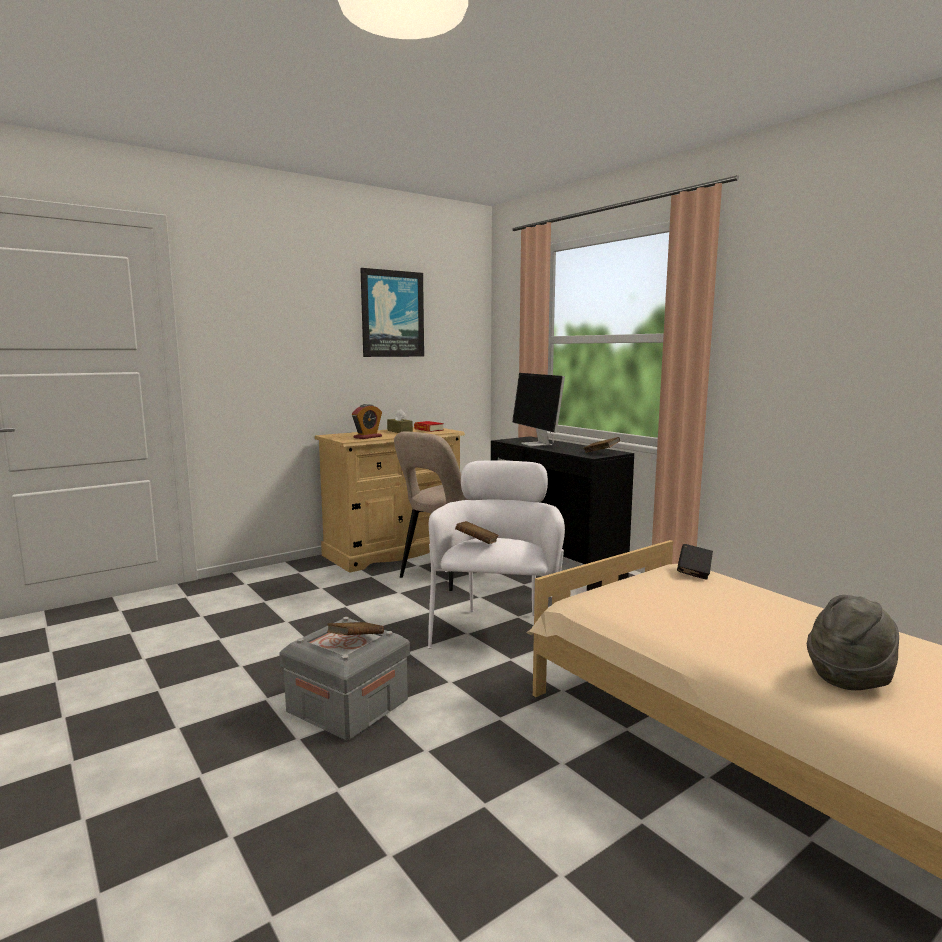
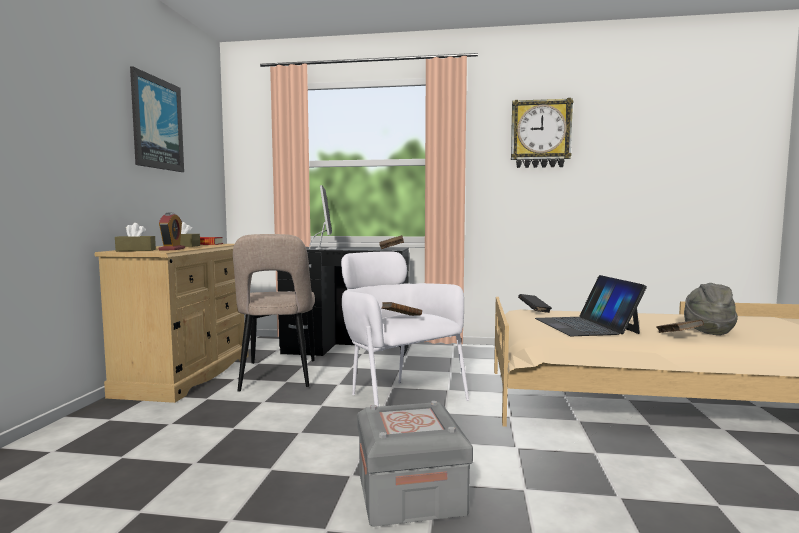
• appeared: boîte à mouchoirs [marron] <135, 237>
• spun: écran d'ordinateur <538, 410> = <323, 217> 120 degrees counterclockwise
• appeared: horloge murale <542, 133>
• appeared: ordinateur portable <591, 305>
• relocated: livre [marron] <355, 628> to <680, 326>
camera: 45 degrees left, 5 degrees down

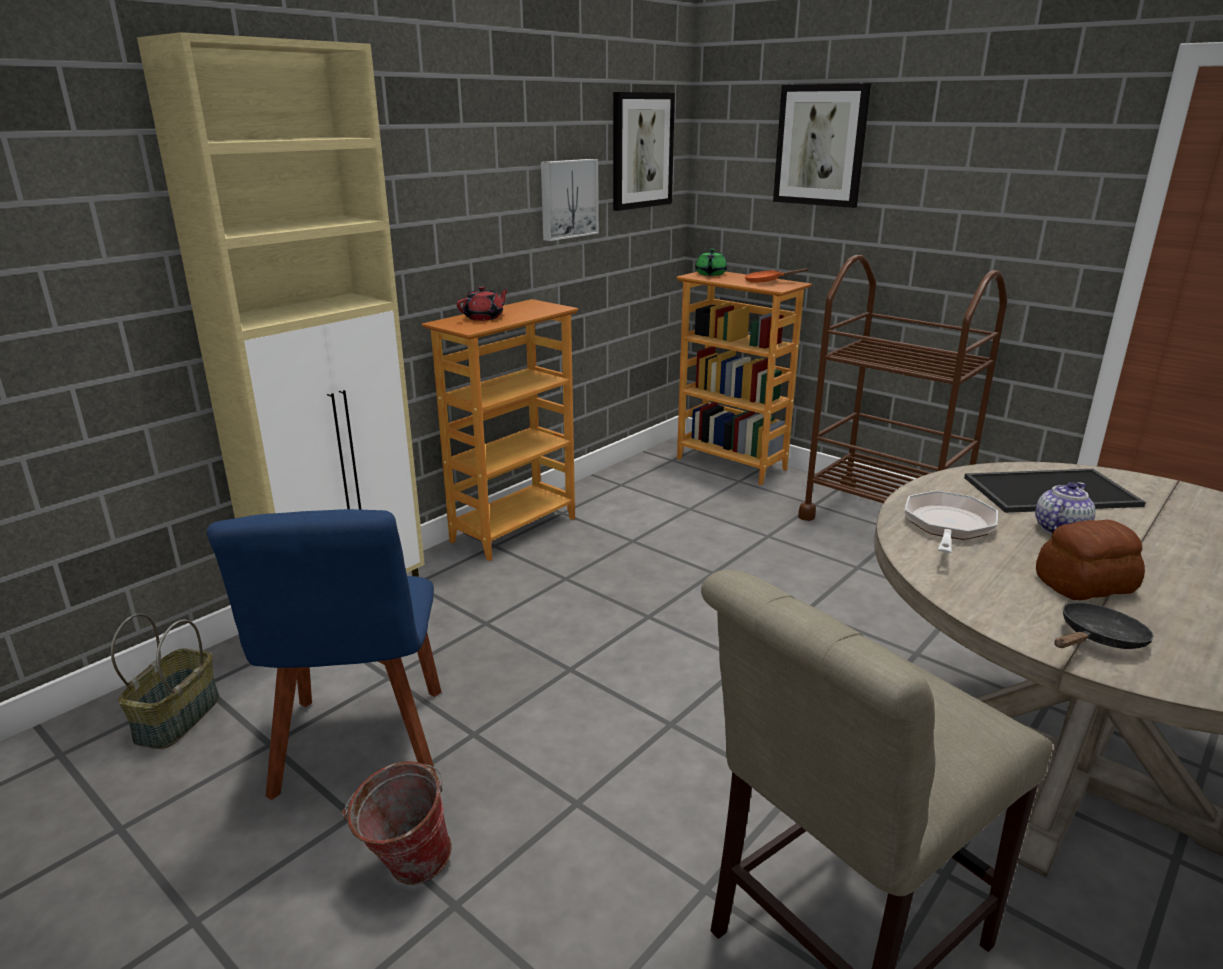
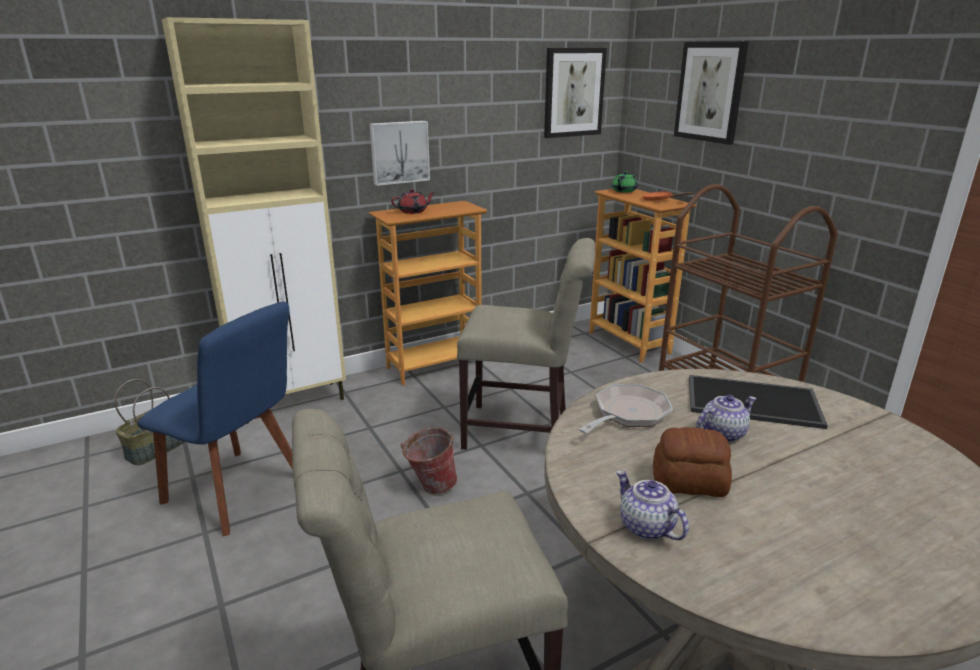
• spun: chaise [bleu] <324, 654> = <215, 418> 75 degrees counterclockwise
• relocated: tableau <570, 200> to <400, 153>
• relocated: seau <397, 823> to <429, 461>
• appeared: chaise [beige] <526, 344>
• exchanged: poêle [noir] <1104, 626> to théière <652, 505>
camera: 20 degrees right, 0 degrees up

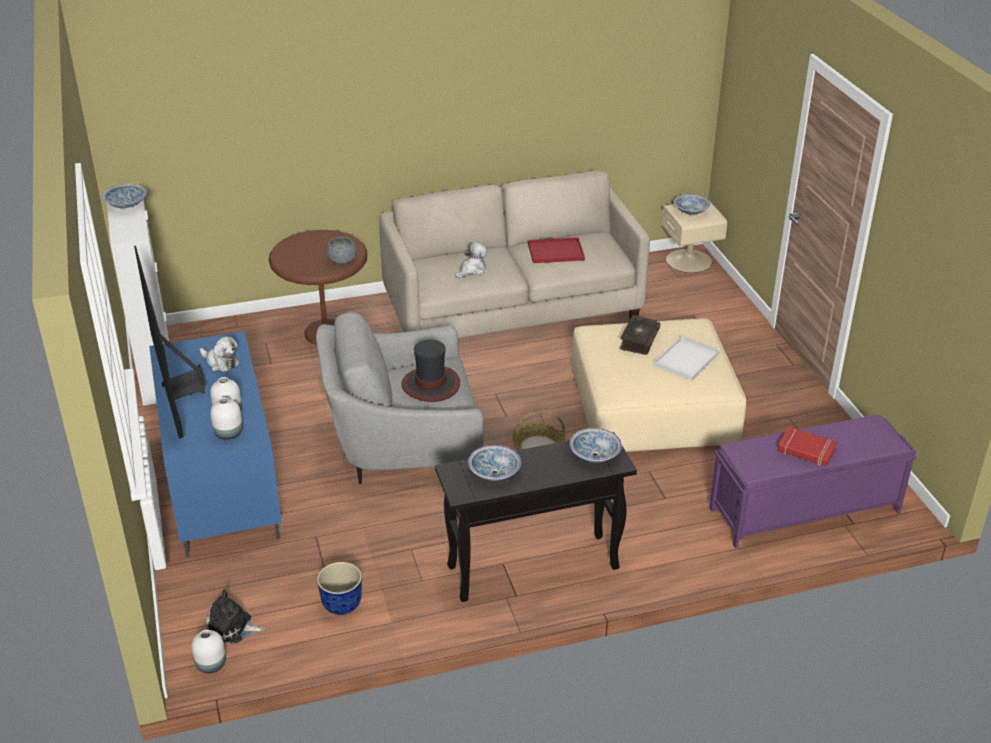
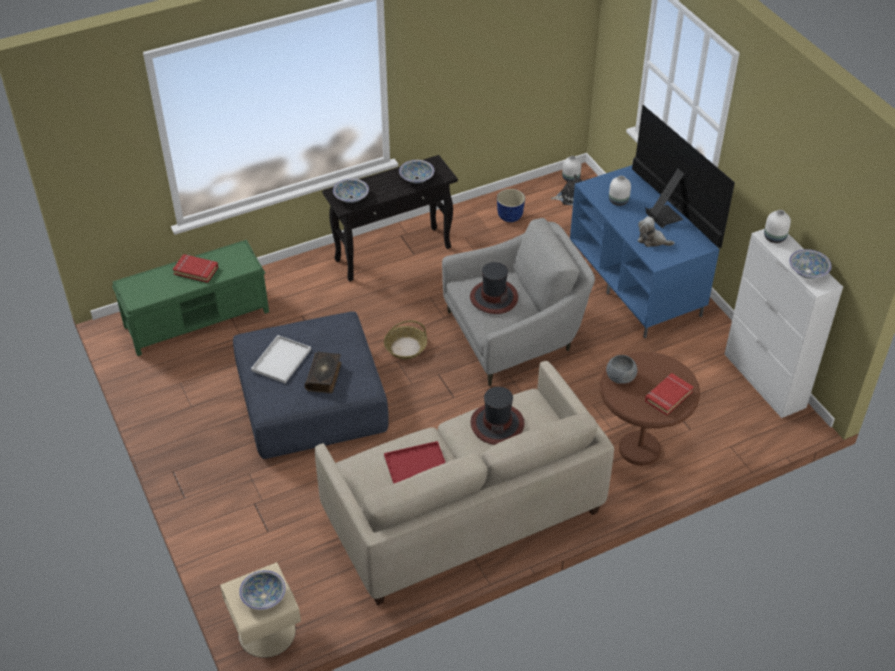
• colour: banc [violet] <813, 481> to banc [vert] <190, 298>
• colour: pouf [beige] <659, 385> to pouf [bleu] <311, 385>
• exchanged: peluche <471, 260> to chapeau <497, 416>
• appeared: livre [rouge] <669, 394>
• relocated: vase [blanc] <226, 418> to <777, 226>
camera: 170 degrees right, 10 degrees up

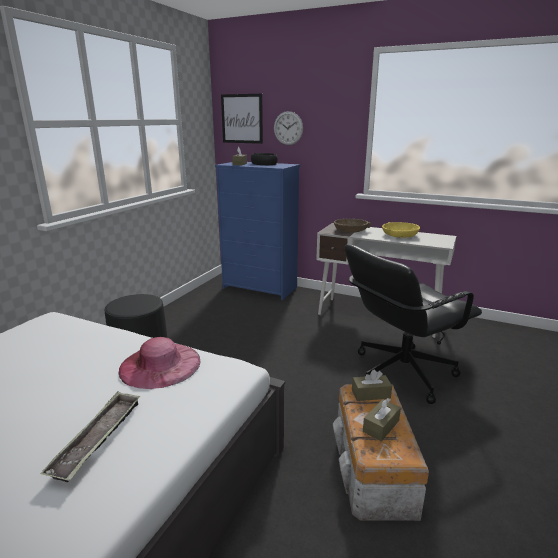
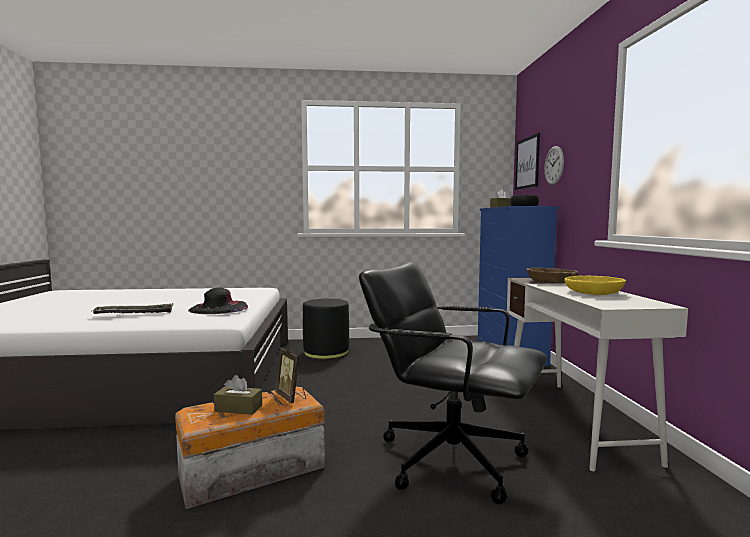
• colour: chapeau [rose] <159, 363> to chapeau [noir] <218, 301>
• exchanged: boîte à mouchoirs [marron] <372, 385> to cadre photo <290, 375>
camera: 60 degrees right, 15 degrees down

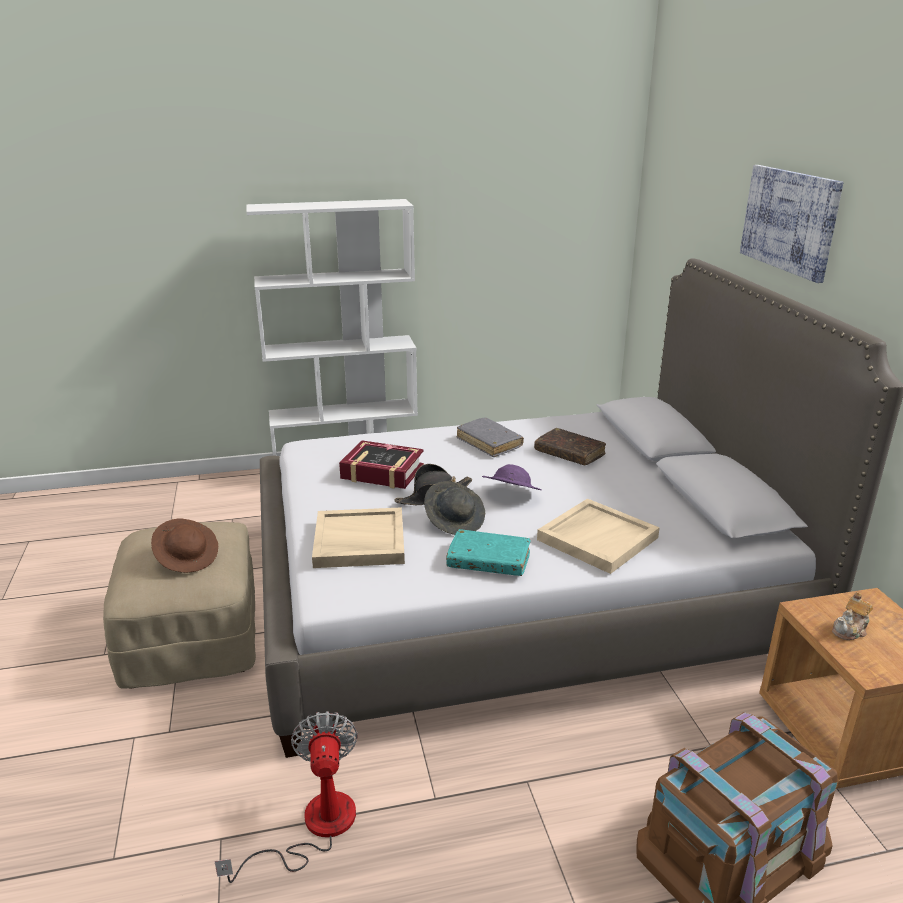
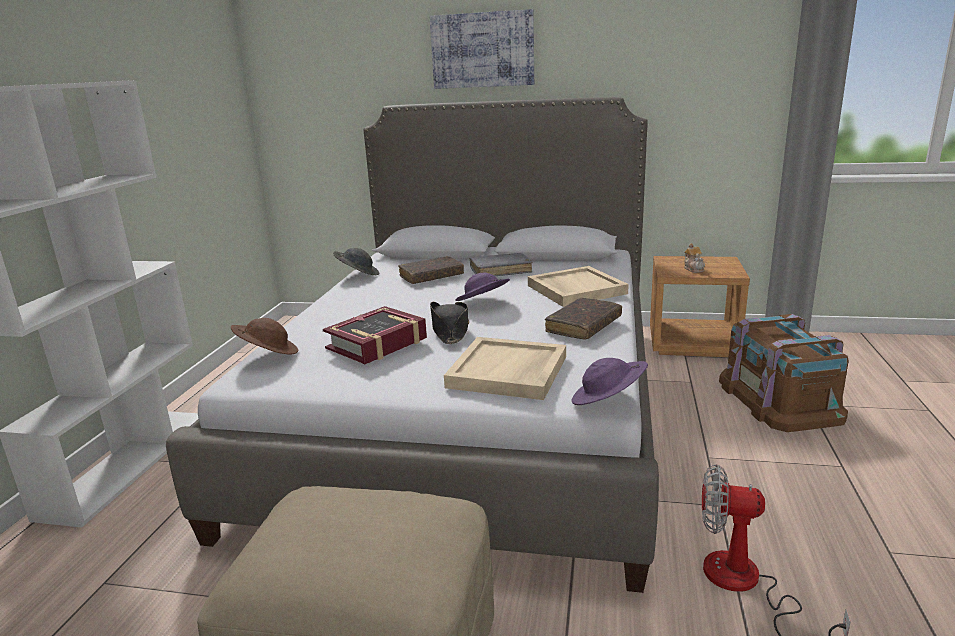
• relocated: chapeau [marron] <184, 546> to <265, 336>
• relocated: chapeau [gris] <454, 508> to <356, 261>
• relocated: livre [gris] <490, 437> to <500, 264>
• colour: livre [turquoise] <488, 552> to livre [marron] <583, 318>
• appeared: chapeau [violet] <609, 381>
camera: 65 degrees left, 5 degrees down

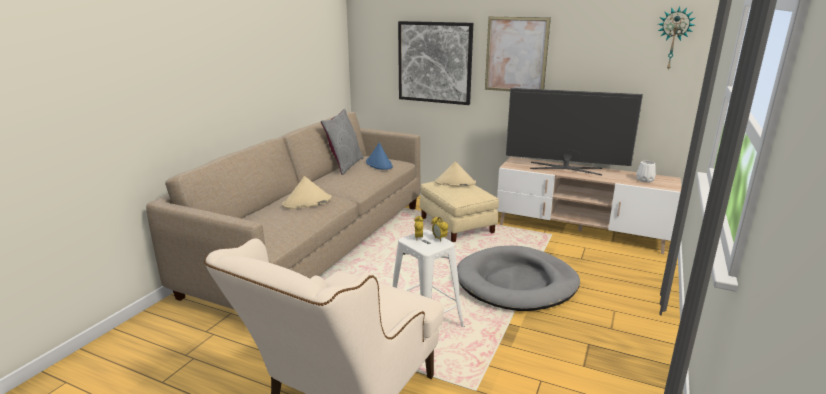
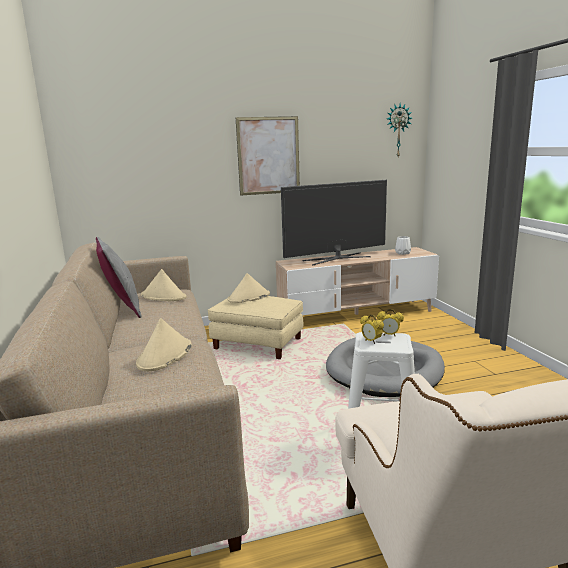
• colour: chapeau [bleu] <379, 156> to chapeau [beige] <164, 285>
• missing: tableau <435, 63>
camera: 40 degrees left, 5 degrees down

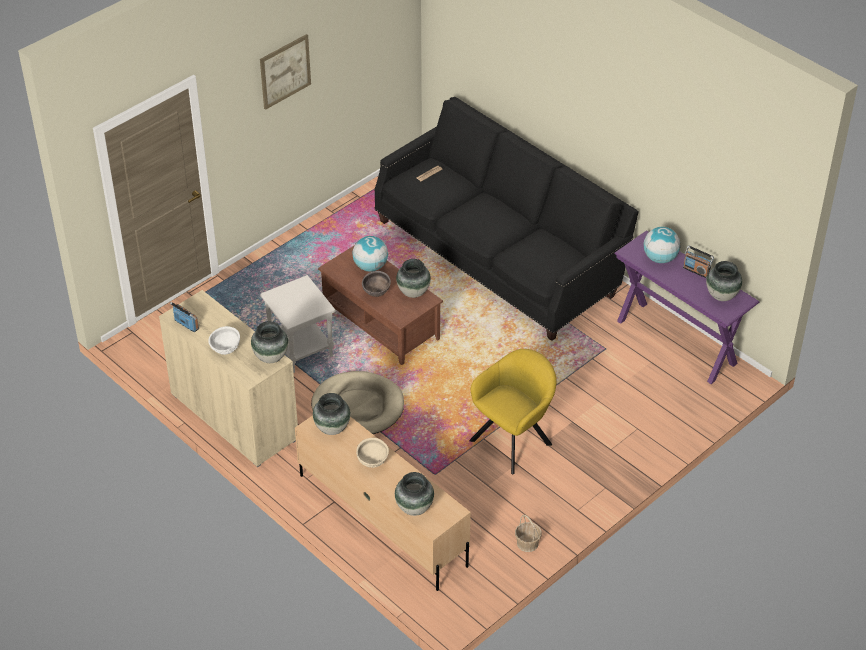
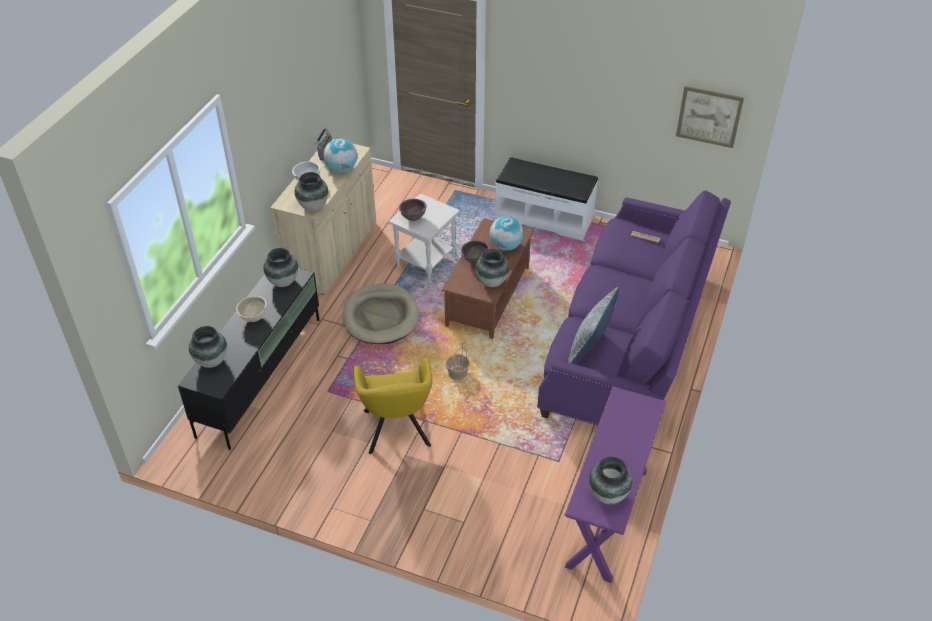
• colour: meuble télé [beige] <383, 503> to meuble télé [noir] <248, 359>
• relocated: globe <662, 245> to <340, 155>
• spun: fauteuil [jaune] <512, 411> = <392, 406> 60 degrees clockwise
• appeared: bol [marron] <413, 210>
• relocated: panier <528, 533> to <458, 363>
• appeared: banc [blanc] <546, 199>
• colour: canapé [noir] <507, 219> to canapé [violet] <634, 308>
• appeared: coussin <593, 325>
• relocated: tableau <285, 72> to <710, 117>
• missing: radio <698, 262>
camera: 65 degrees right, 0 degrees up

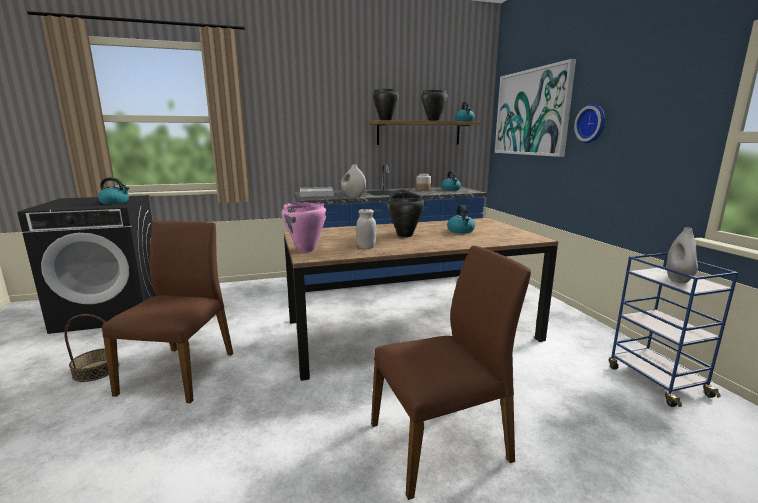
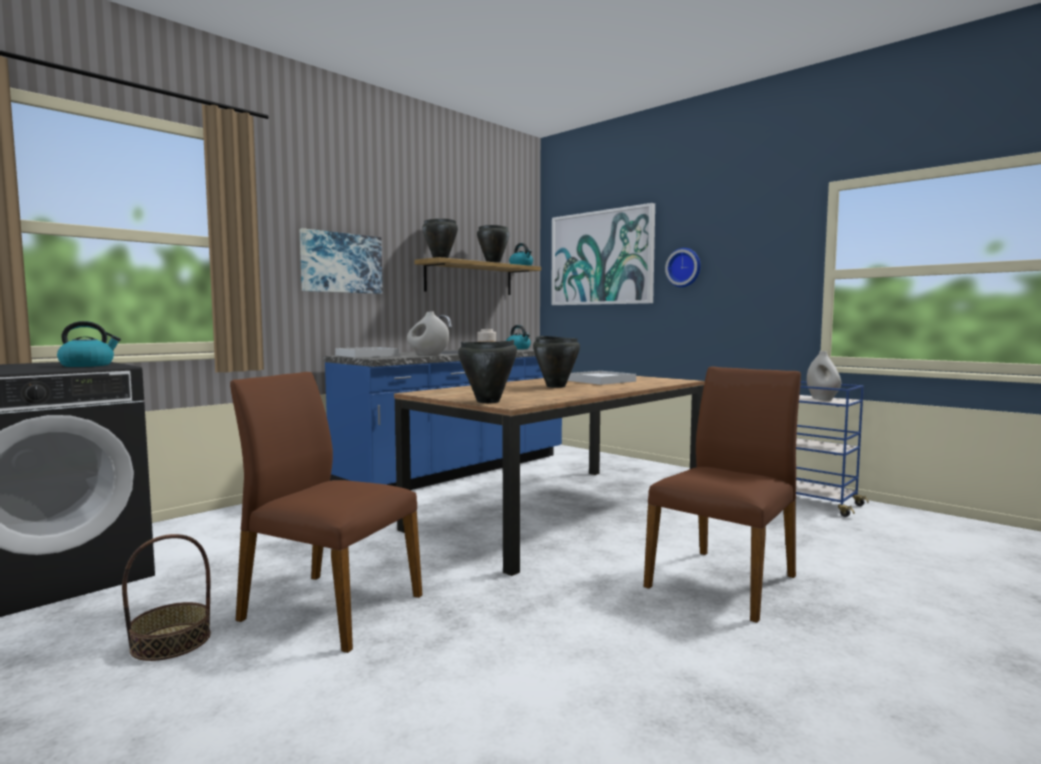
• spun: chaise [marron] <167, 312> = <326, 512> 45 degrees counterclockwise
• appeared: tableau <341, 261>
• colour: marmite [rose] <304, 227> to marmite [noir] <487, 371>
• exchanged: bouilloire <461, 219> to plateau [blanc] <602, 378>
• missing: bocal [blanc] <366, 229>
camera: 30 degrees left, 10 degrees down

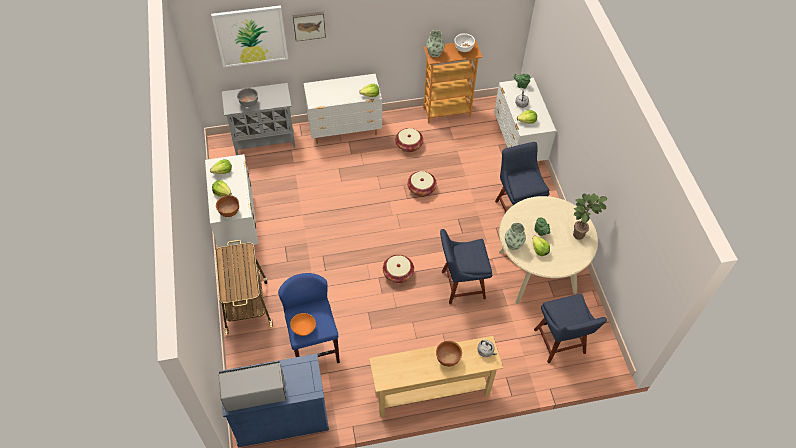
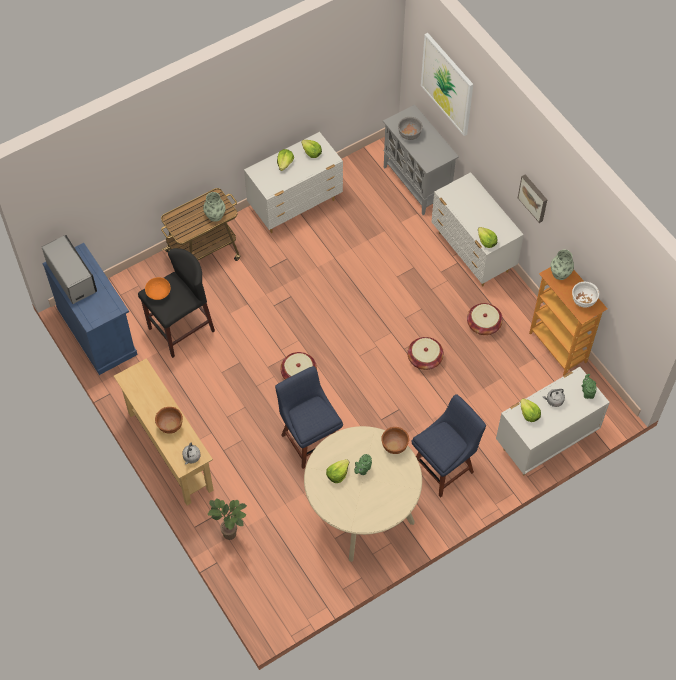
• colour: tabouret [bleu] <309, 318> to tabouret [noir] <176, 303>
• relocated: vase <515, 236> to <214, 207>
• relocated: plante en pot <590, 216> to <227, 519>
• relocated: bol [marron] <227, 206> to <395, 440>
• relocated: tableau <309, 26> to <532, 199>
• missing: chaise [bleu] <570, 328>
camera: 70 degrees right, 5 degrees up

